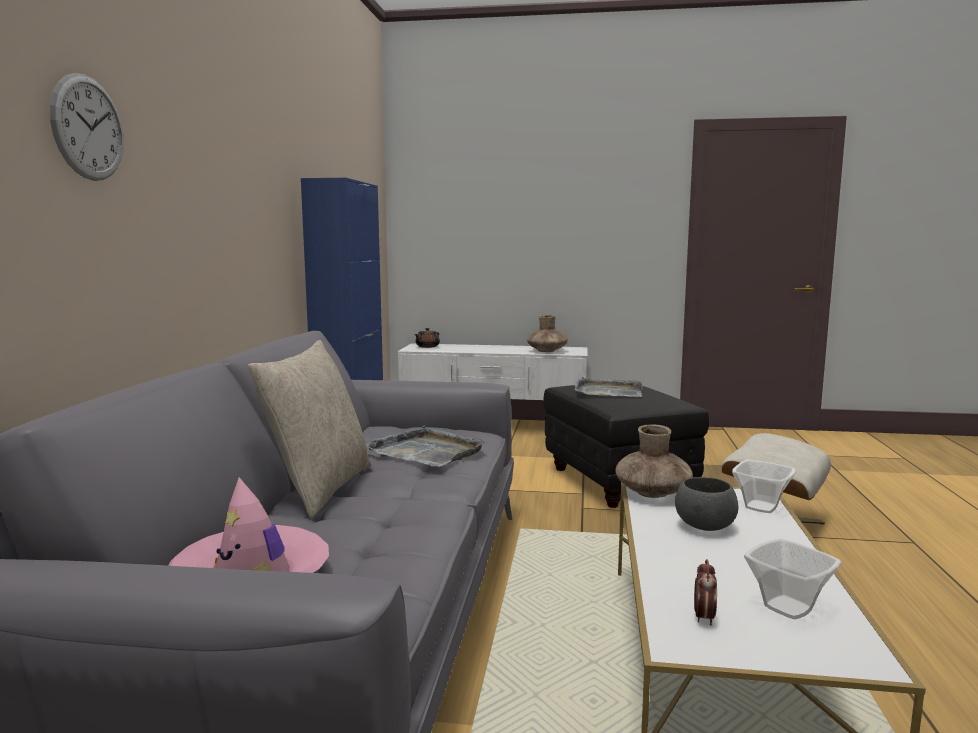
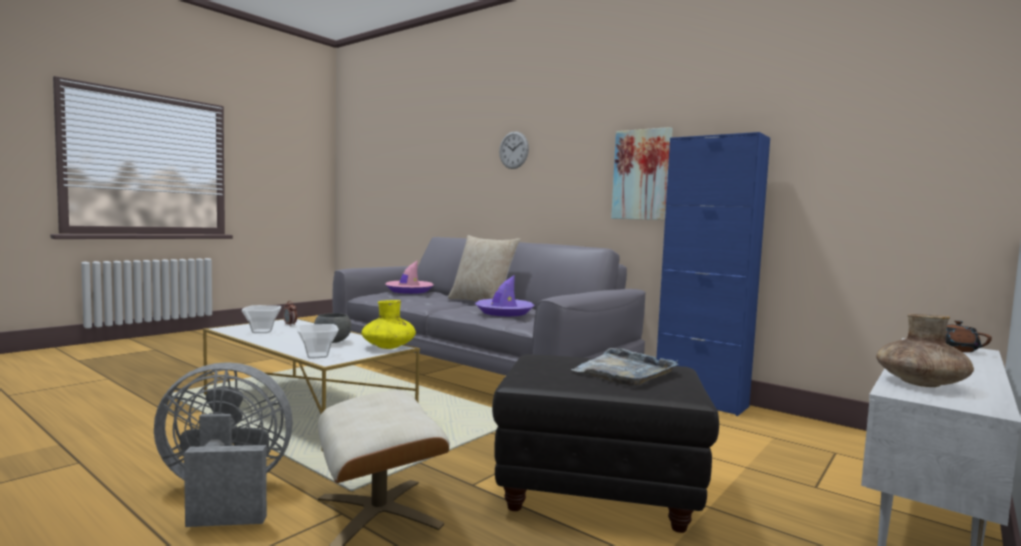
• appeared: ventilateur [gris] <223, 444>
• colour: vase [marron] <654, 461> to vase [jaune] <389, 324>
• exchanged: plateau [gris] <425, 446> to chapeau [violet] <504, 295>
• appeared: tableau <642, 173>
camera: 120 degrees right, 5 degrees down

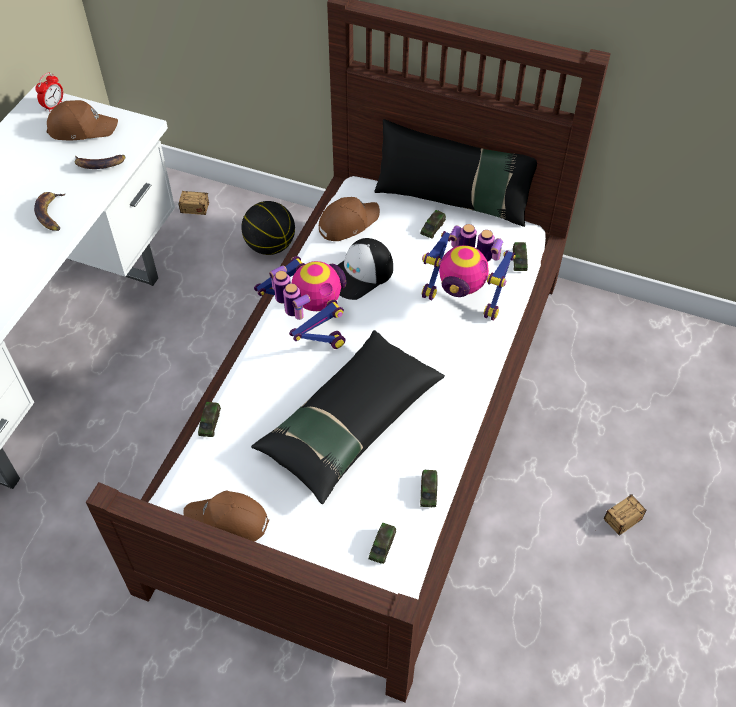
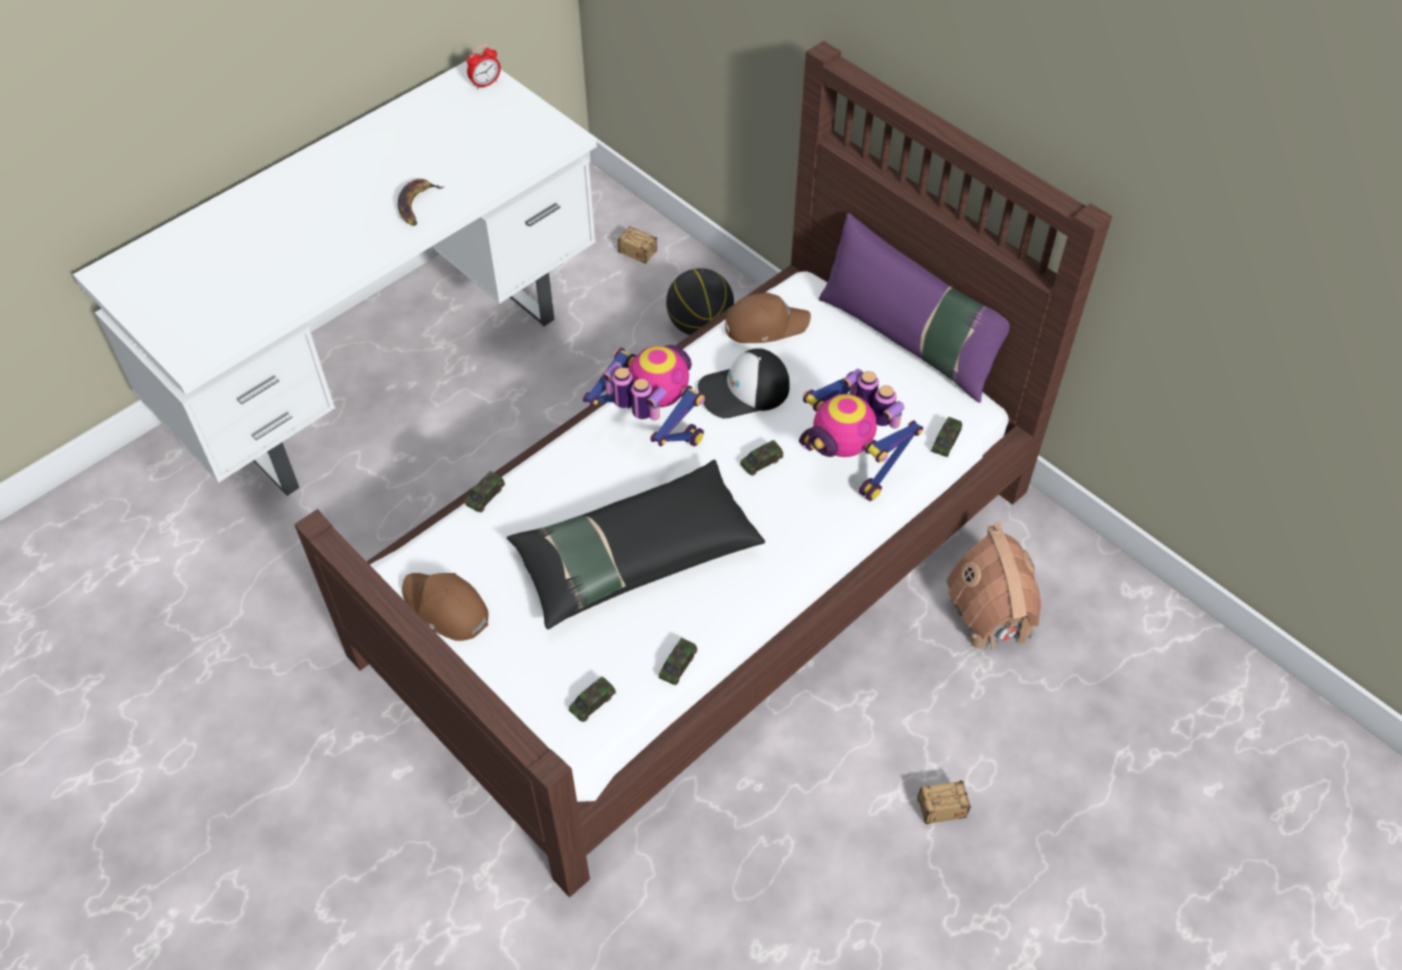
• spun: robot jouet <300, 302> = <644, 396> 45 degrees counterclockwise
• relocated: petite voiture <433, 224> to <761, 458>
• colour: coussin [noir] <455, 173> to coussin [violet] <914, 308>
• appeared: maison miniature <993, 587>
• missing: casquette [marron] <82, 120>
• missing: banane <100, 162>
camera: 25 degrees right, 0 degrees up

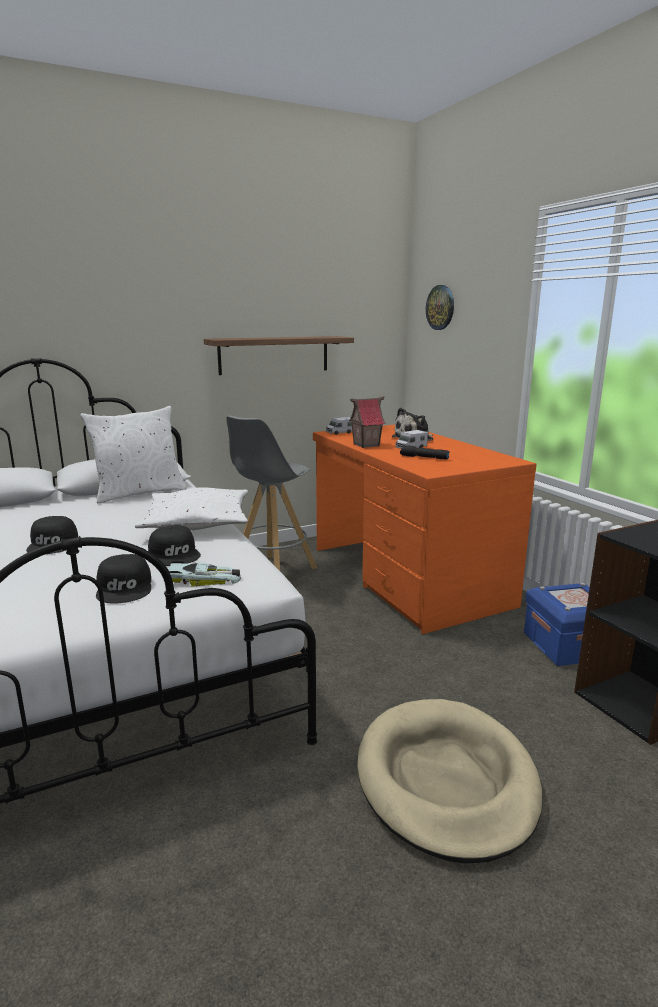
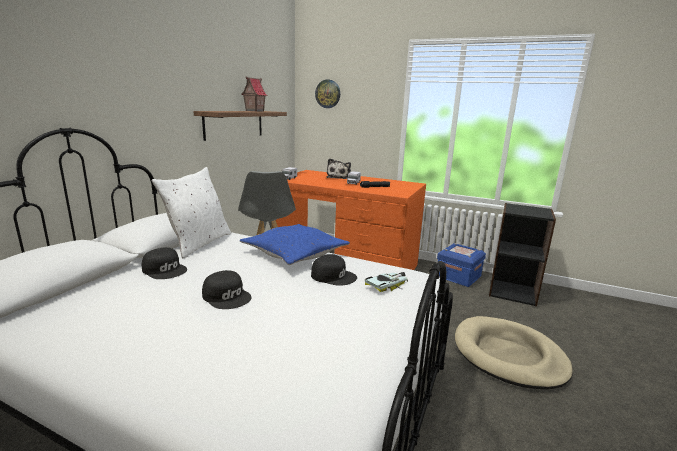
• relocated: casquette [noir] <123, 578> to <164, 263>
• colour: coussin [blanc] <191, 508> to coussin [bleu] <295, 244>
• relocated: maison miniature <367, 422> to <254, 94>
camera: 40 degrees left, 0 degrees up

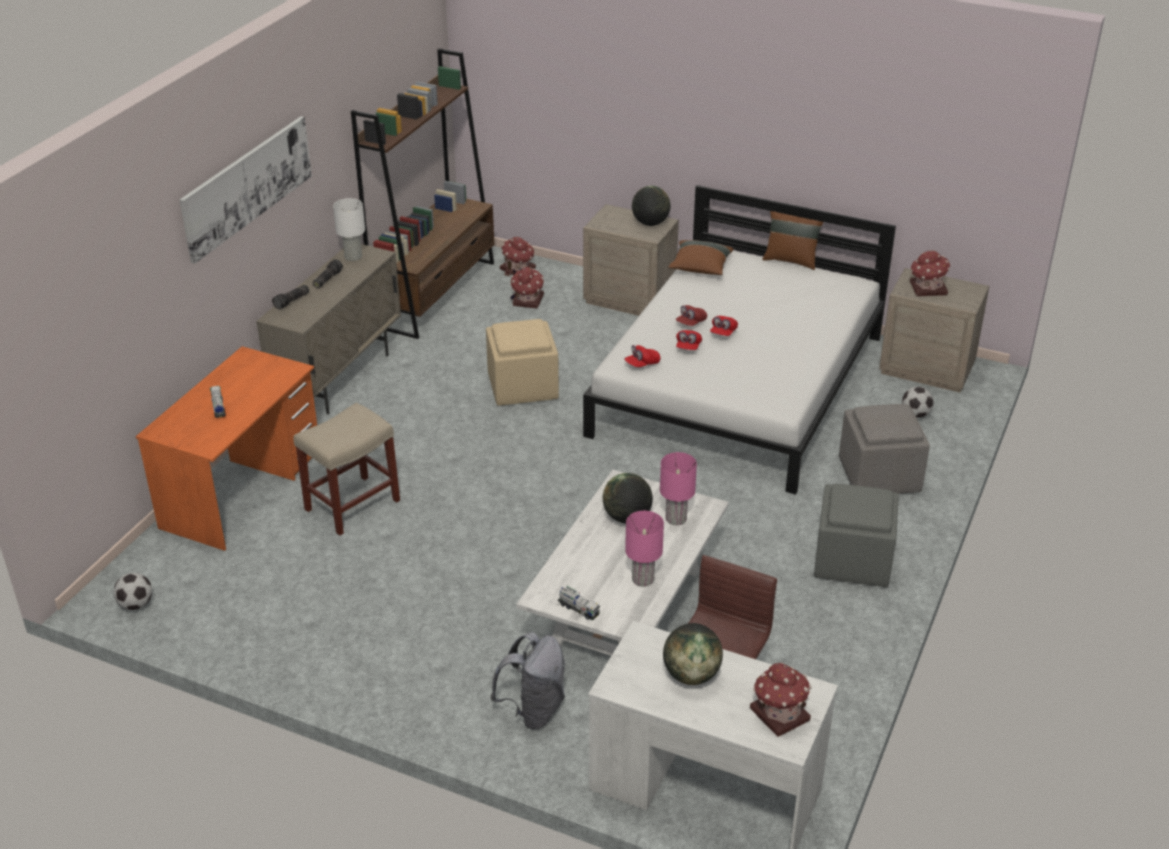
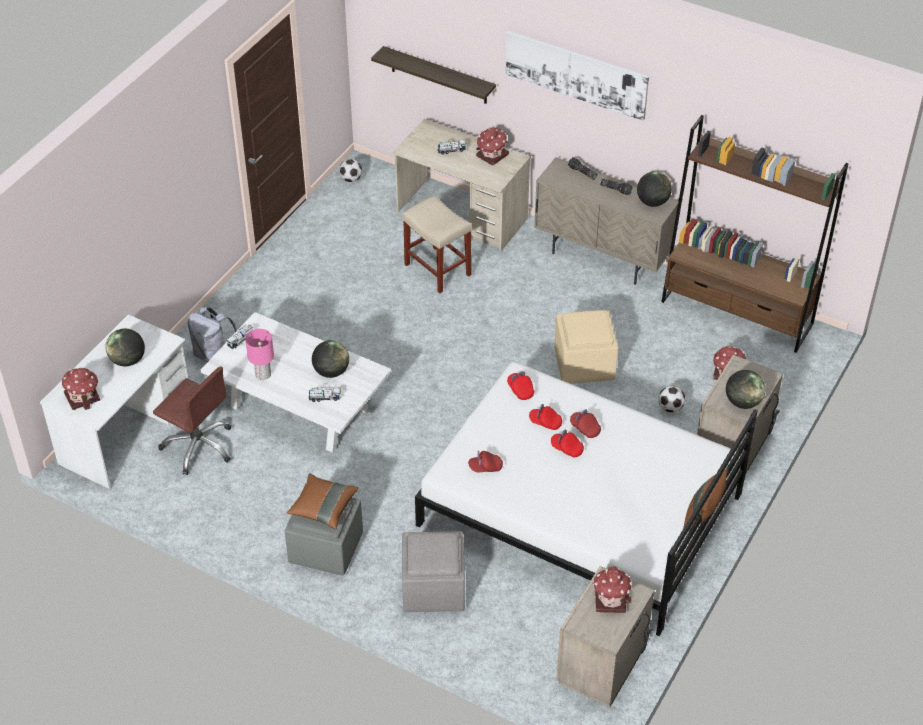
• relocated: coussin [marron] <700, 257> to <322, 501>
• exchanged: lampe de table [rose] <678, 488> to camion jouet <325, 394>
• appeared: étagère <433, 75>
• colour: bureau [orange] <226, 448> to bureau [beige] <461, 185>
• appeared: casquette [rouge] <485, 461>
• relocated: maison miniature <518, 256> to <492, 146>
• exchanged: lampe de table [blanc] <349, 229> to globe <654, 189>
• relocated: ballon de foot <918, 402> to <671, 399>
camera: 95 degrees right, 10 degrees up

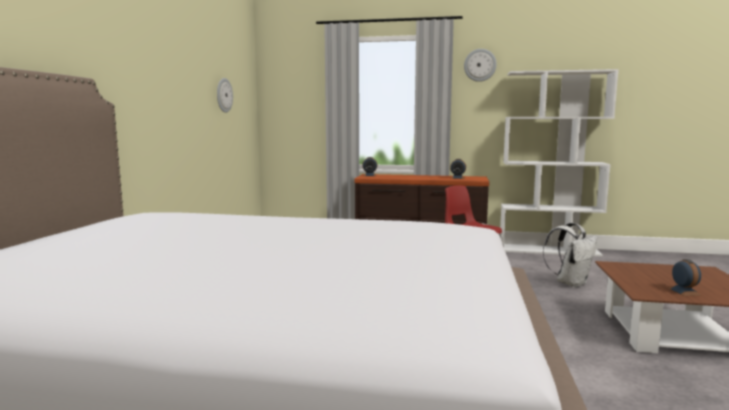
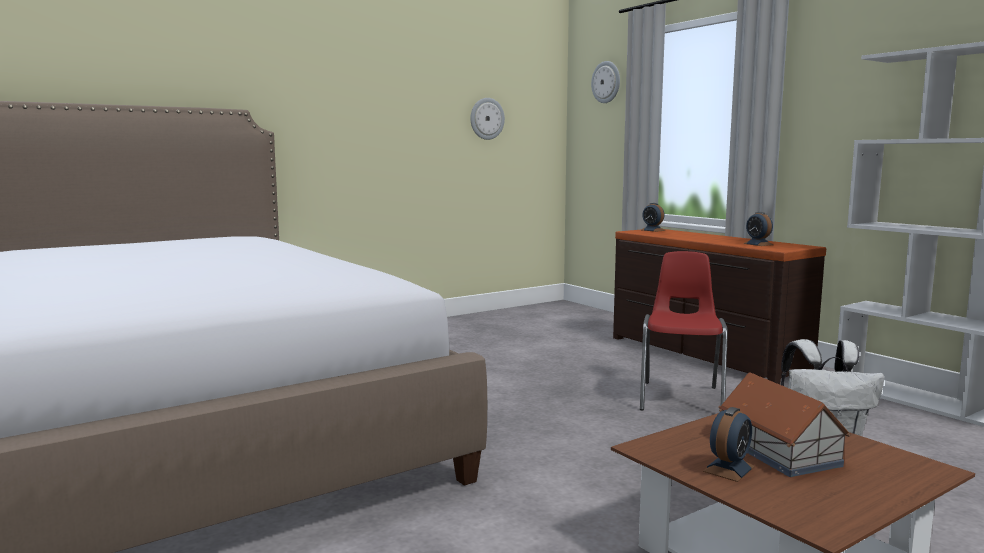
• relocated: horloge murale <480, 65> to <605, 82>
• appeared: maison miniature <785, 425>
camera: 45 degrees right, 0 degrees up

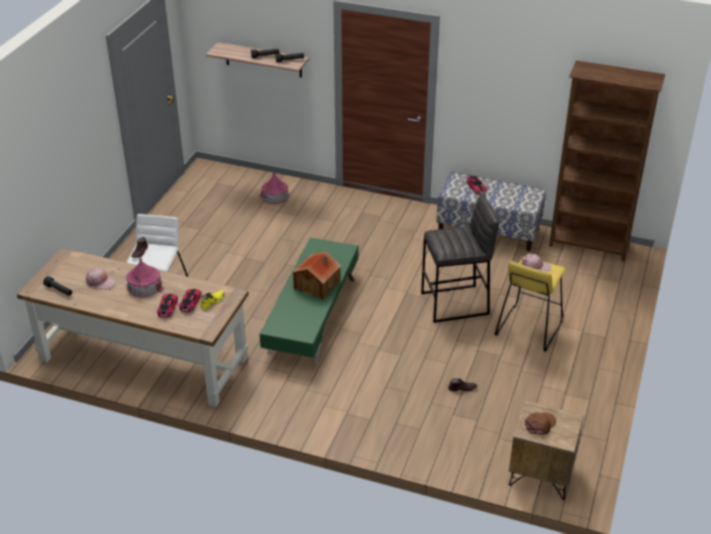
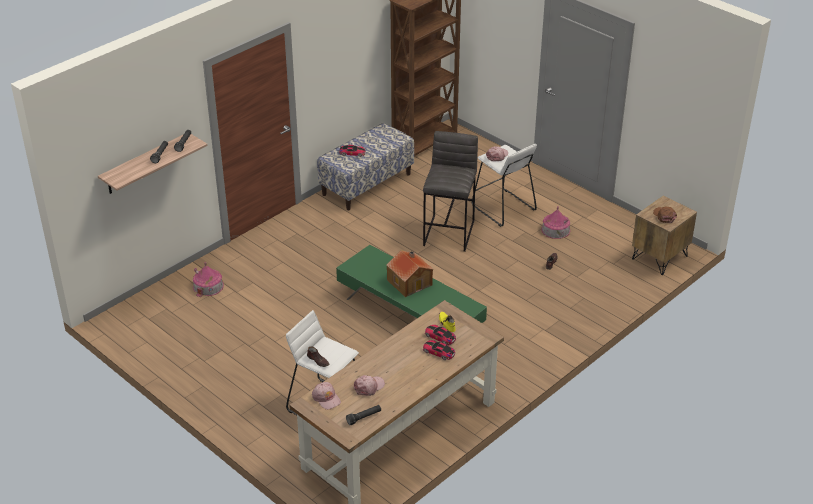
• appeared: casquette [rose] <326, 396>
• colour: tabouret [jaune] <530, 304> to tabouret [blanc] <504, 185>
• relocated: maison miniature <145, 277> to <555, 222>
camera: 65 degrees left, 0 degrees up

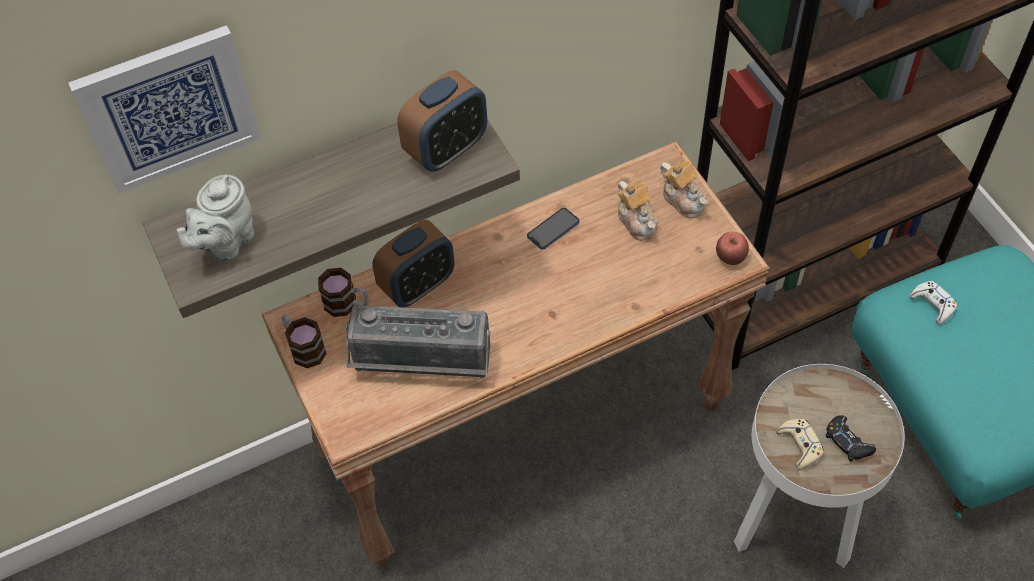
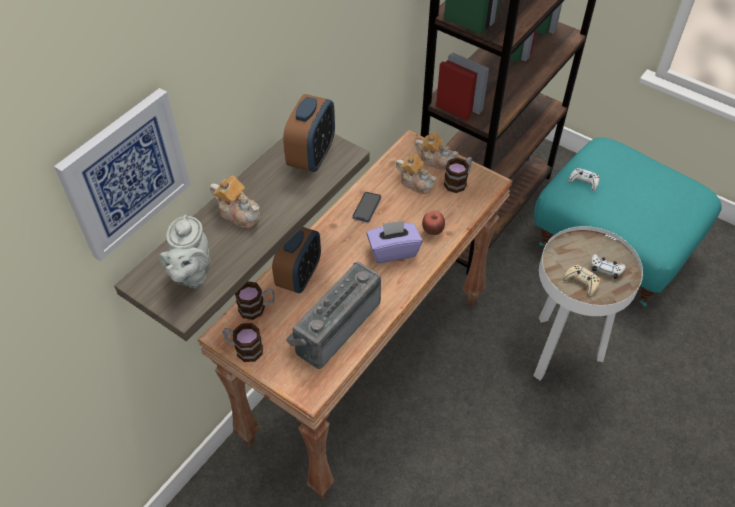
• appeared: théière <235, 202>
• spun: radio <418, 341> = <333, 315> 150 degrees clockwise
• appeared: boîte à mouchoirs [violet] <394, 241>
• relocated: pomme <732, 248> to <433, 223>
• appeared: mug <458, 175>
• colour: manette [noir] <851, 438> to manette [blanc] <608, 266>
camera: 30 degrees left, 5 degrees down

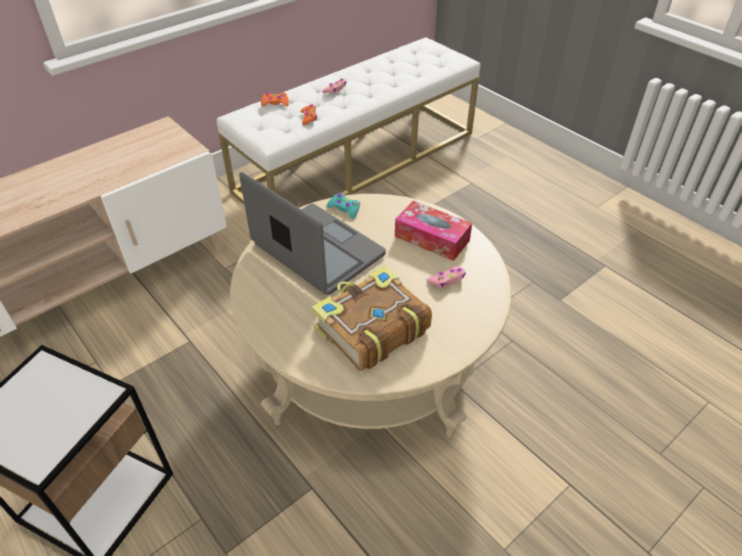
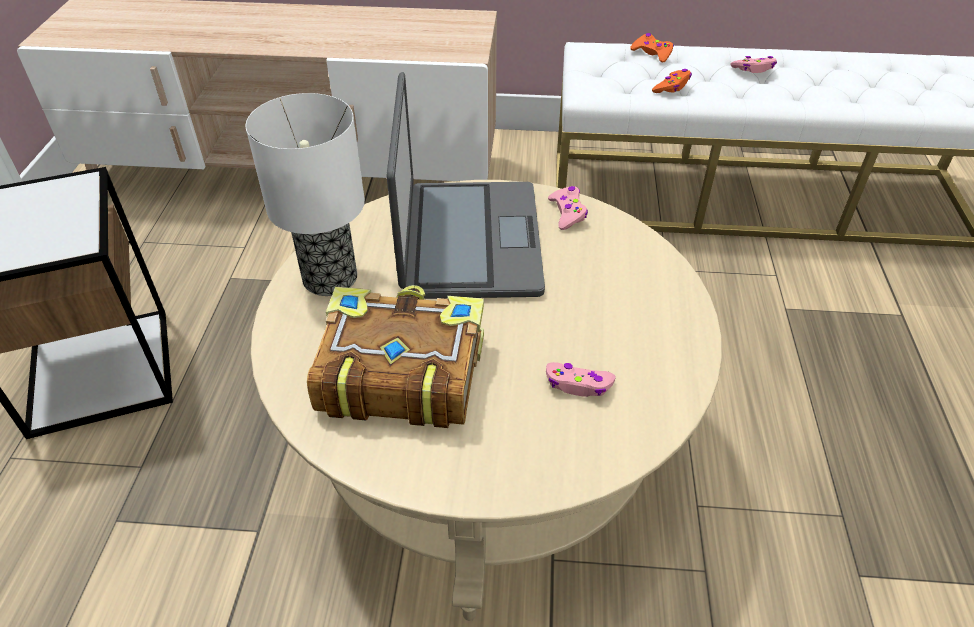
• appeared: lampe de table <305, 194>
• colour: manette [turquoise] <343, 206> to manette [rose] <568, 208>
• missing: boîte à mouchoirs <433, 231>
camera: 45 degrees right, 0 degrees up

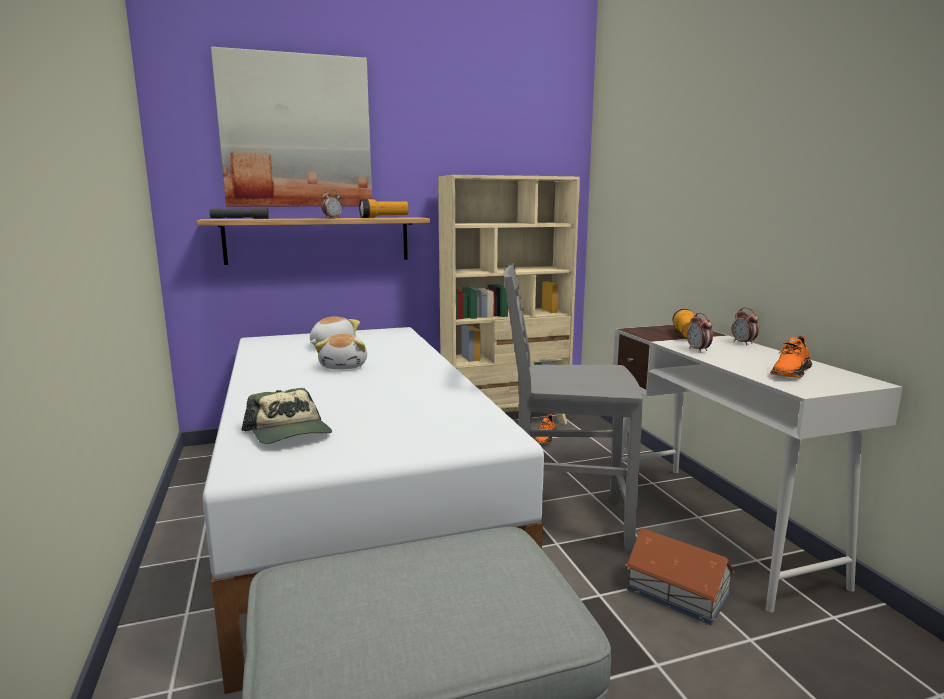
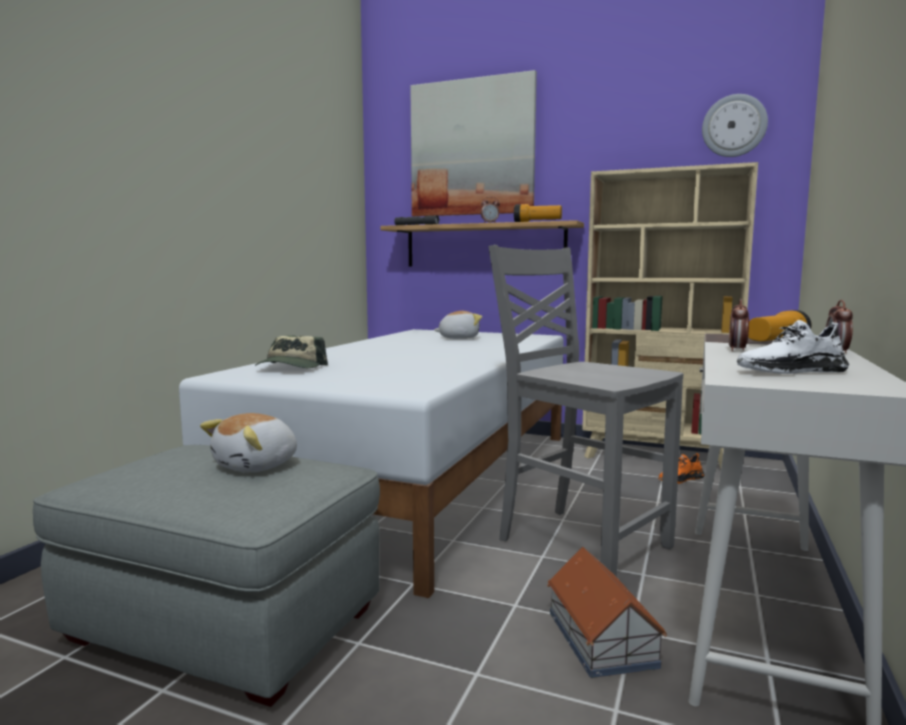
• relocated: peluche <341, 351> to <248, 443>
• appeared: horloge murale <735, 125>
• colour: chaussure [orange] <791, 356> to chaussure [blanc] <793, 347>
camera: 40 degrees right, 5 degrees down

